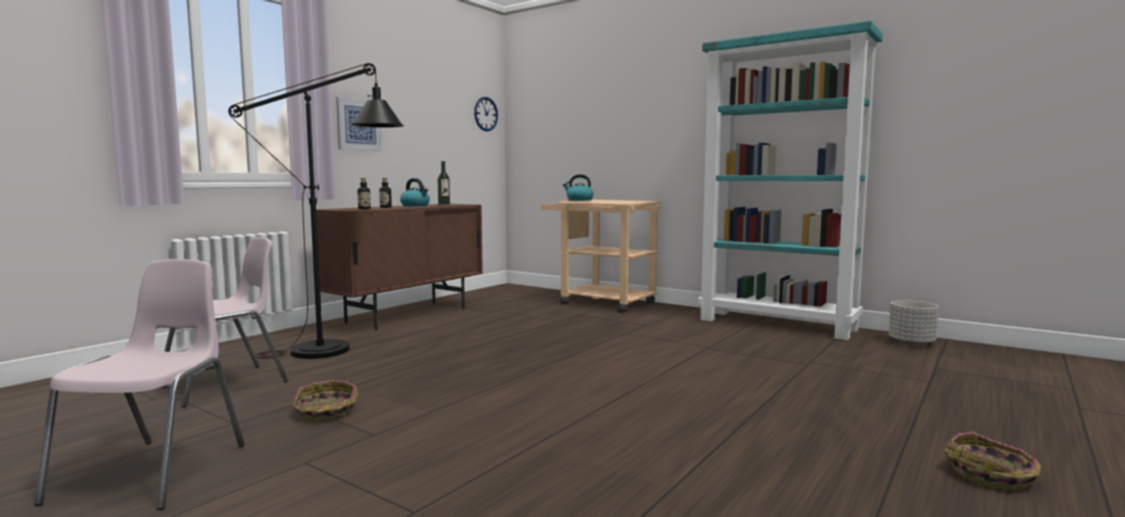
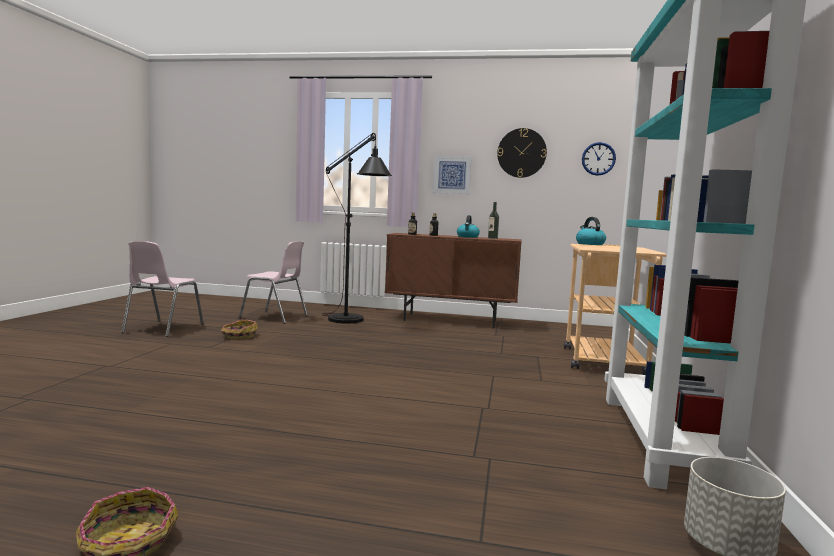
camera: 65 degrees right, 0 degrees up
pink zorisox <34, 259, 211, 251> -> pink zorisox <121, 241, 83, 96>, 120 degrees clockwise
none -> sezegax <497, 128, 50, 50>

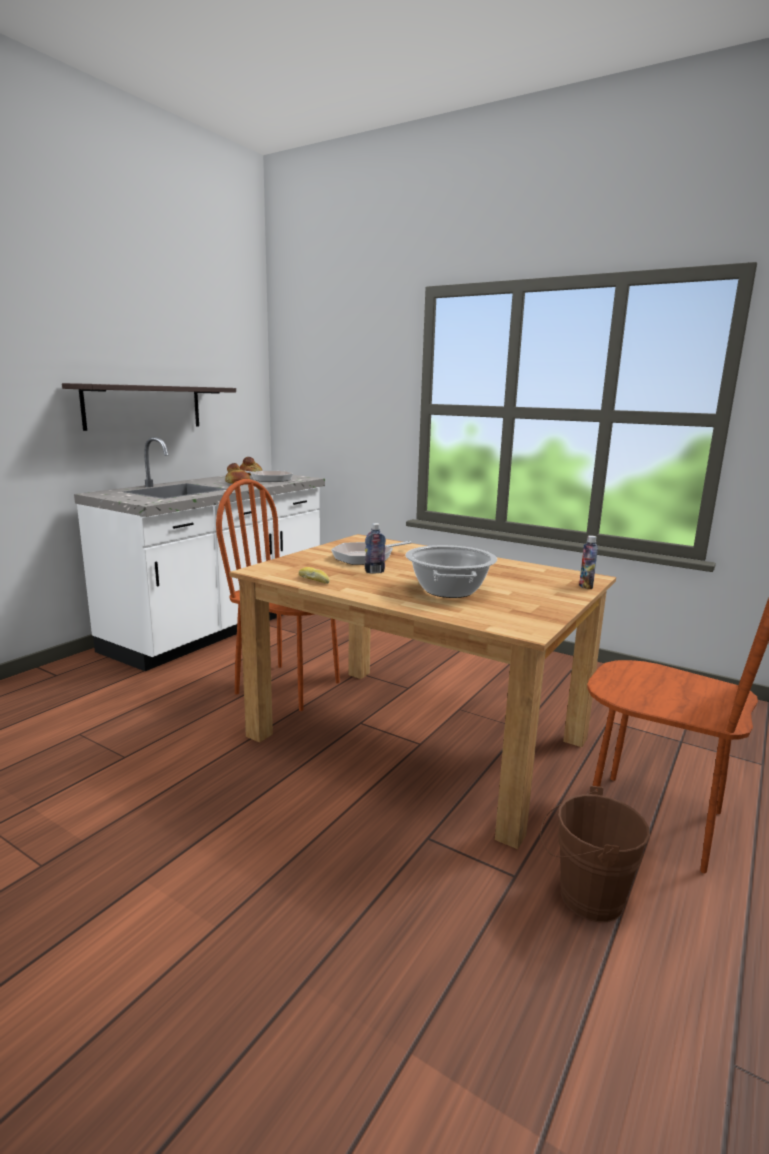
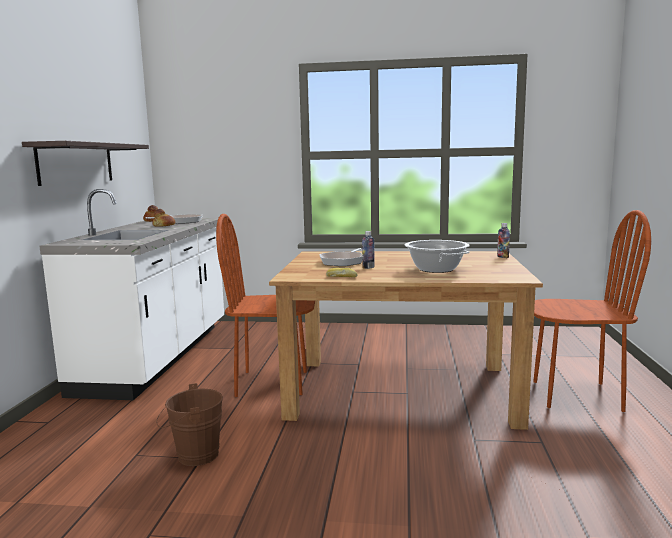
camera: 25 degrees left, 5 degrees down
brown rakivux <540, 786, 110, 136> -> brown rakivux <156, 383, 67, 83>, moved

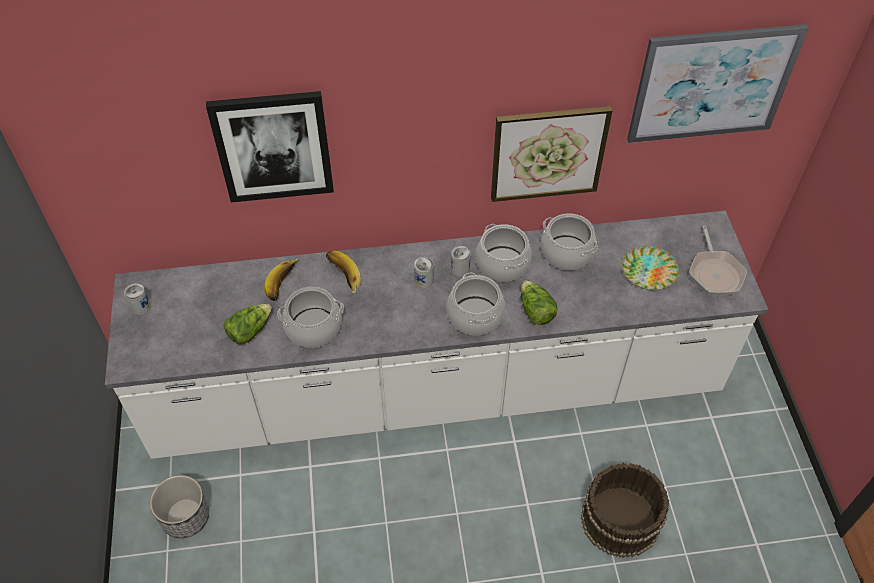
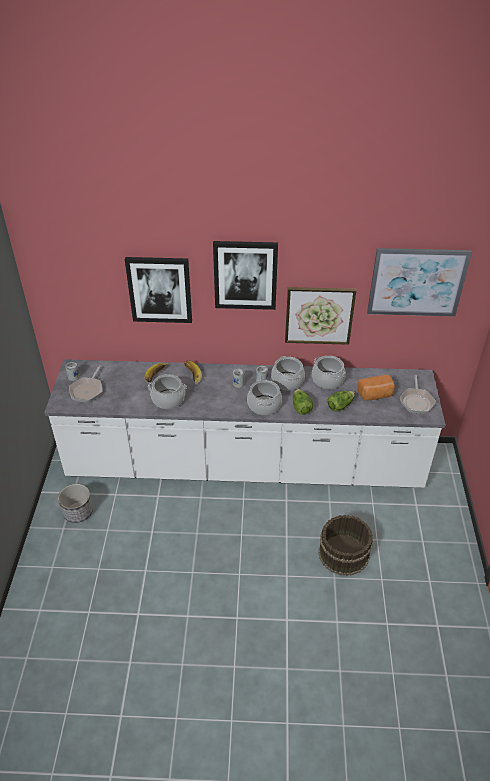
camera: 10 degrees right, 10 degrees down
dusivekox <622, 245, 57, 45> -> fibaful <357, 374, 38, 27>
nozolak <224, 304, 48, 40> -> nozolak <327, 391, 28, 21>, moved
none -> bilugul <213, 241, 65, 69>
none -> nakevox <69, 365, 33, 38>

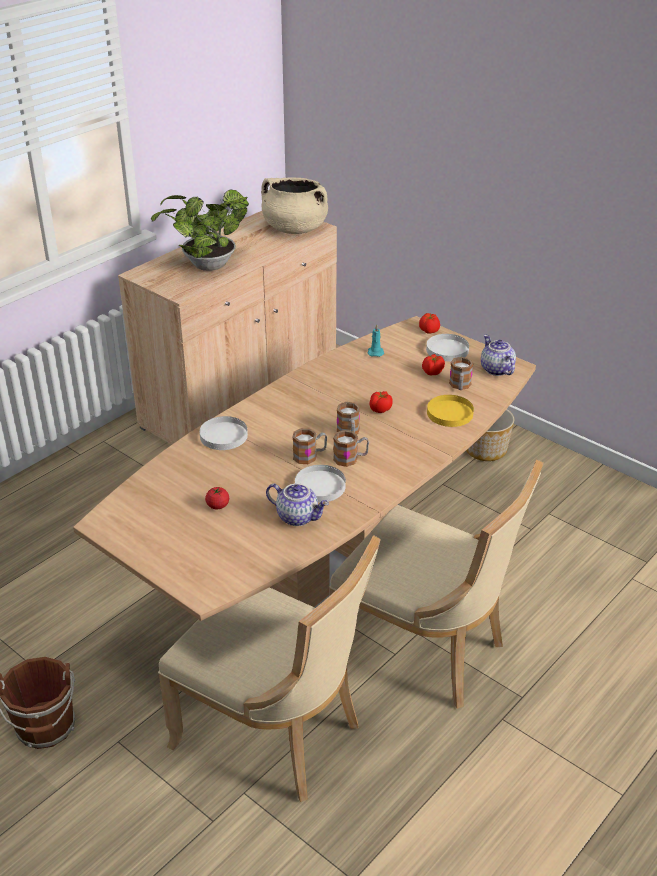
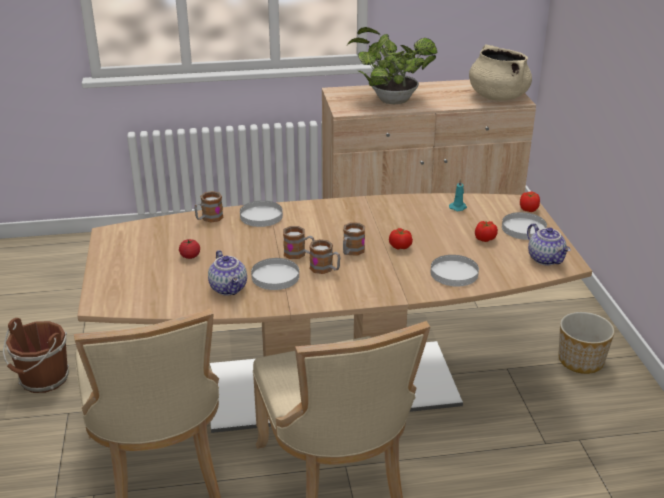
camera: 40 degrees right, 5 degrees down
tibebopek <481, 335, 35, 41> -> tibebopek <527, 223, 44, 43>, 135 degrees clockwise
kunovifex <449, 357, 24, 33> -> kunovifex <194, 191, 29, 32>, moved
yellow dusivekox <427, 395, 47, 32> -> white dusivekox <431, 255, 48, 32>

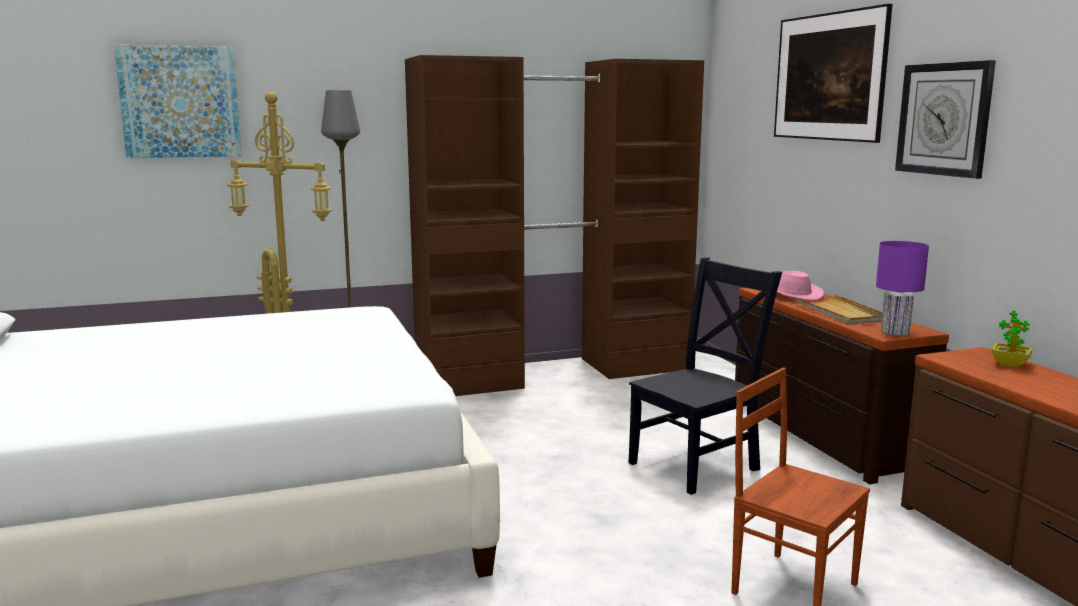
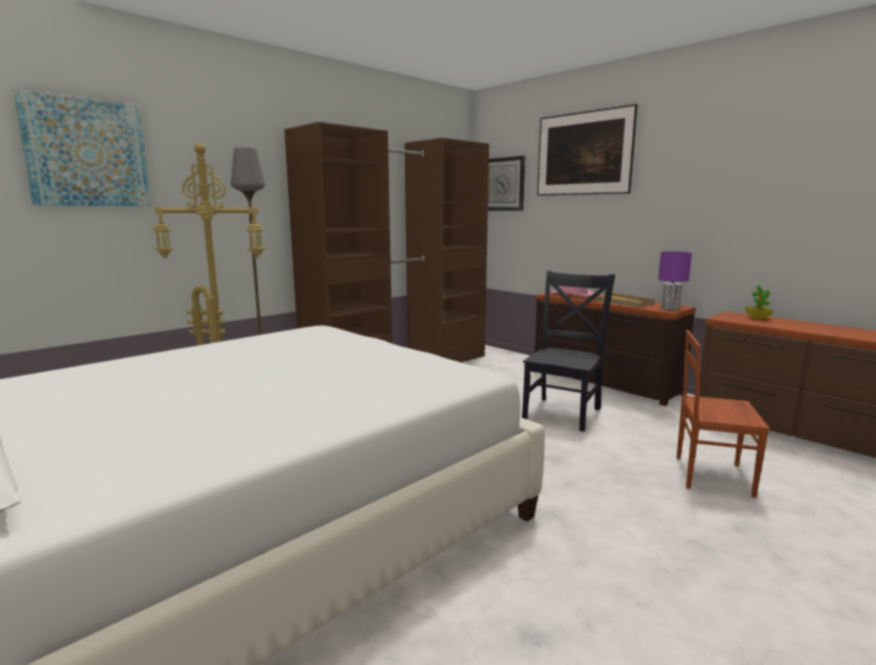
camera: 25 degrees left, 0 degrees up
sezegax <895, 60, 101, 119> -> sezegax <488, 156, 37, 55>, moved

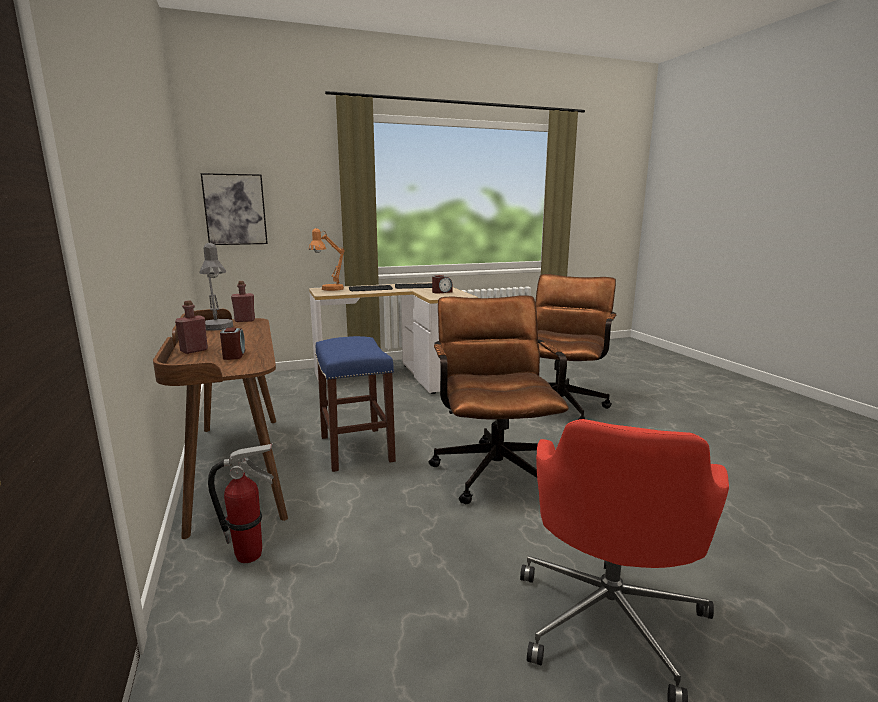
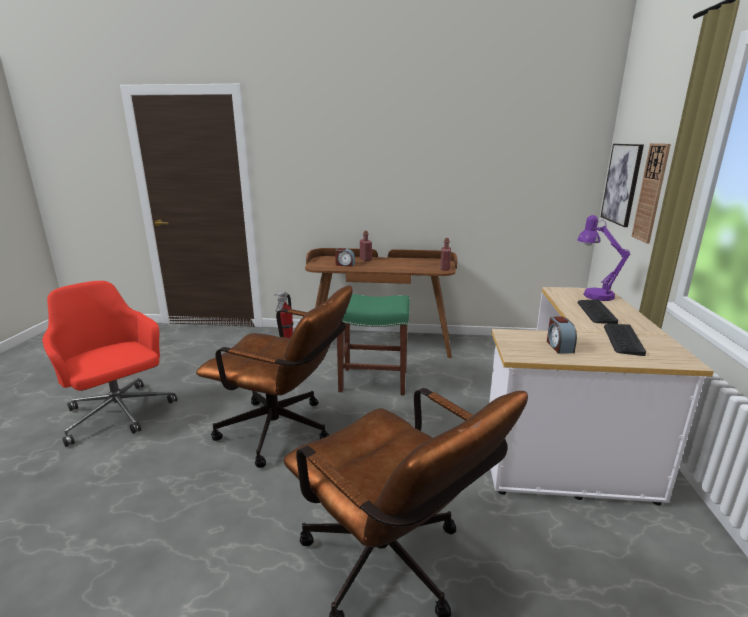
camera: 115 degrees right, 5 degrees up
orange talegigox <309, 228, 36, 63> -> purple talegigox <577, 215, 54, 86>
grey talegigox <199, 243, 34, 88> -> none
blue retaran <315, 336, 81, 136> -> green retaran <337, 294, 73, 101>
none -> sezegax <632, 143, 39, 100>

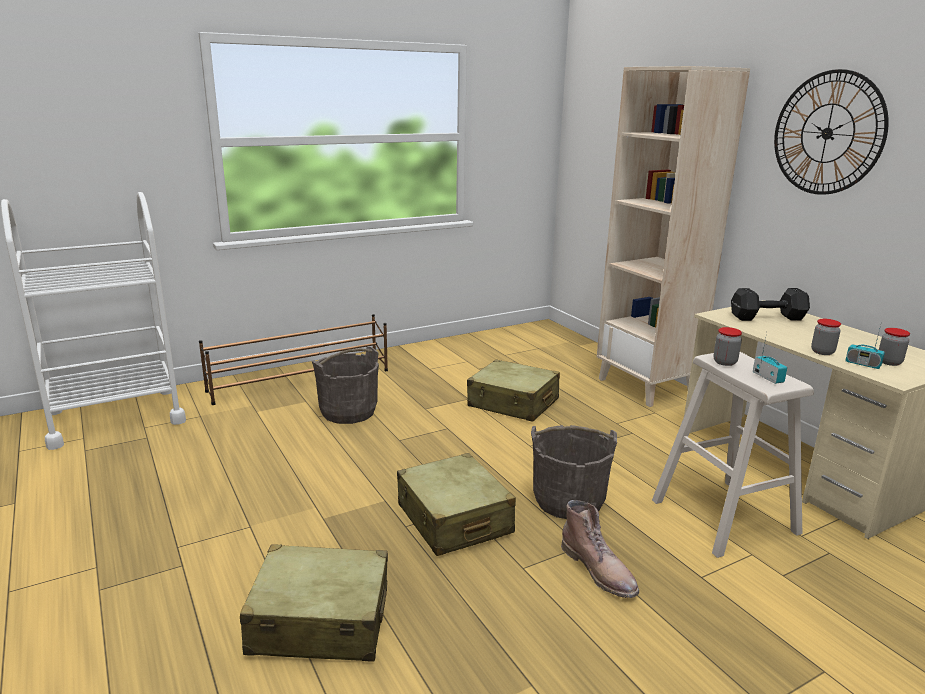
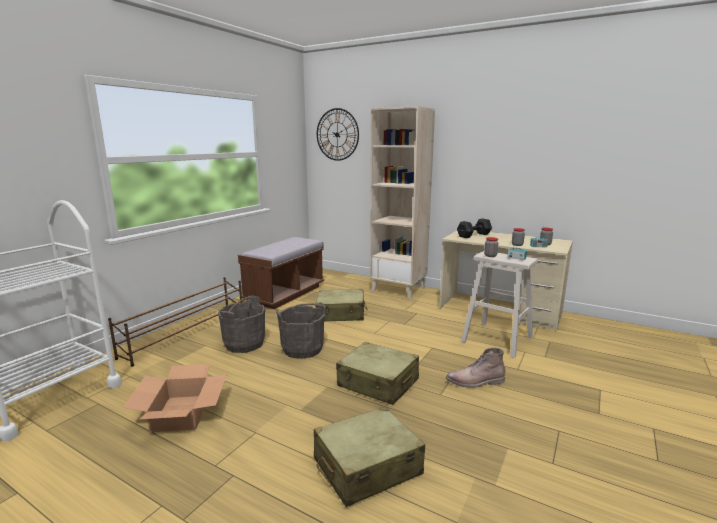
camera: 30 degrees left, 5 degrees down
sezegax <774, 69, 115, 126> -> sezegax <317, 108, 42, 53>, moved
grey rakivux <531, 425, 86, 94> -> grey rakivux <276, 302, 50, 57>, moved
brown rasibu <561, 500, 78, 98> -> brown rasibu <446, 348, 59, 40>, 150 degrees clockwise
none -> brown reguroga <238, 237, 86, 72>
none -> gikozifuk <123, 364, 104, 68>

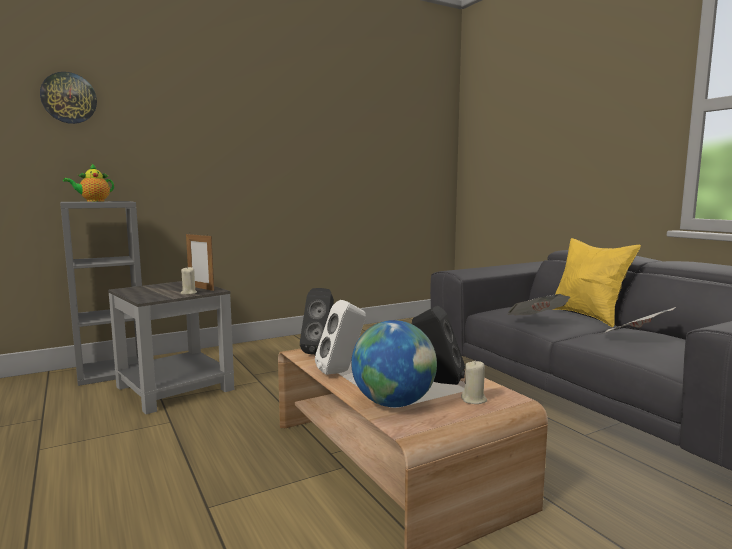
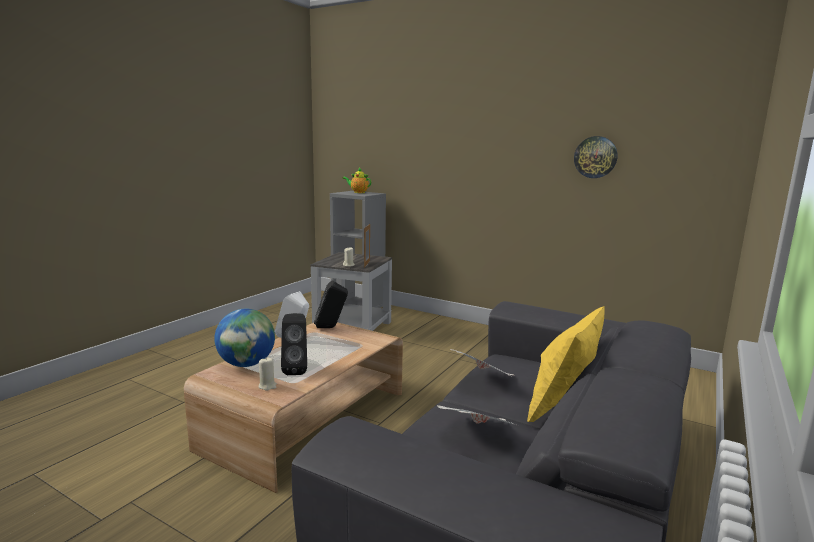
camera: 60 degrees right, 5 degrees up
sezegax <40, 72, 57, 52> -> sezegax <574, 136, 43, 42>, moved

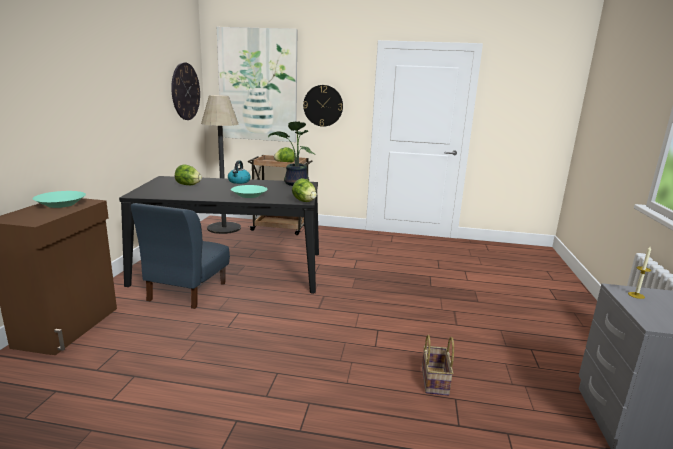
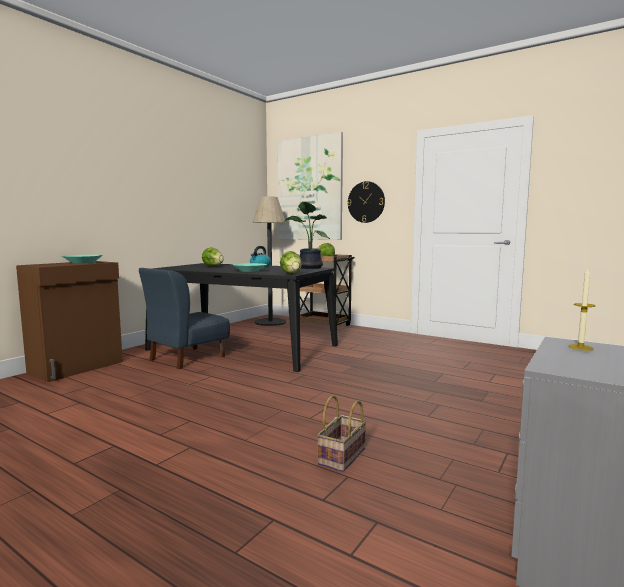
camera: 25 degrees right, 10 degrees down
sezegax <171, 62, 29, 58> -> none

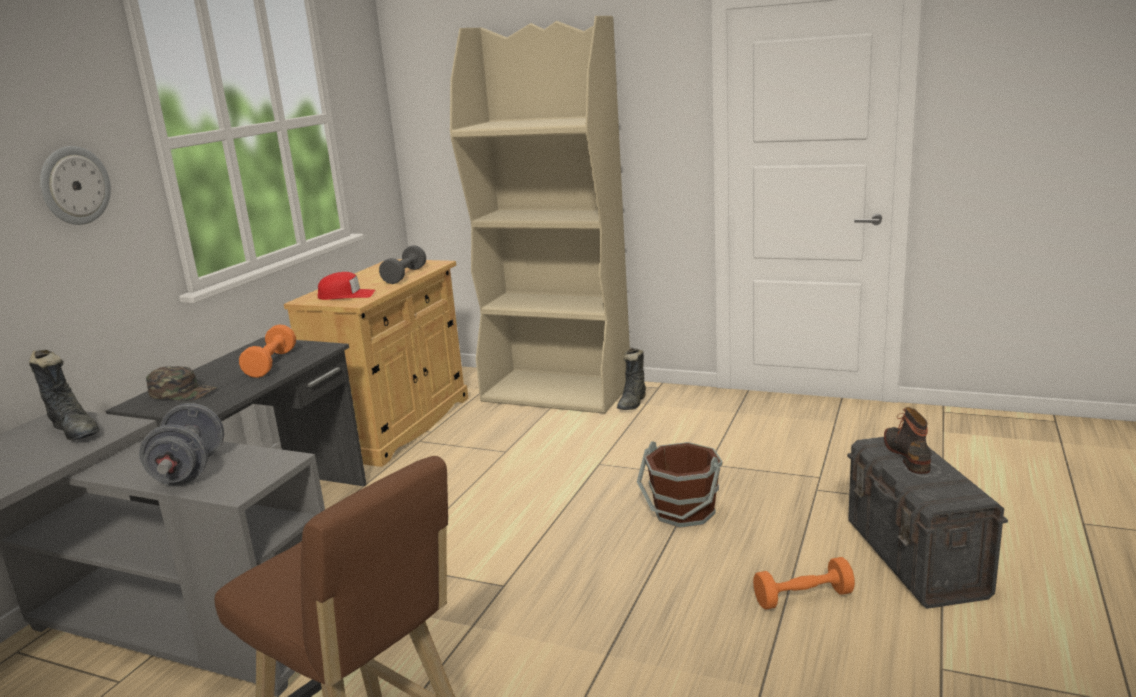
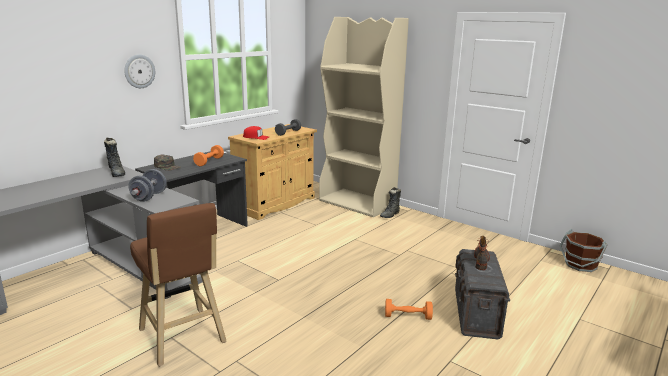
camera: 15 degrees right, 0 degrees up
brown rakivux <637, 441, 86, 87> -> brown rakivux <560, 229, 48, 43>, moved

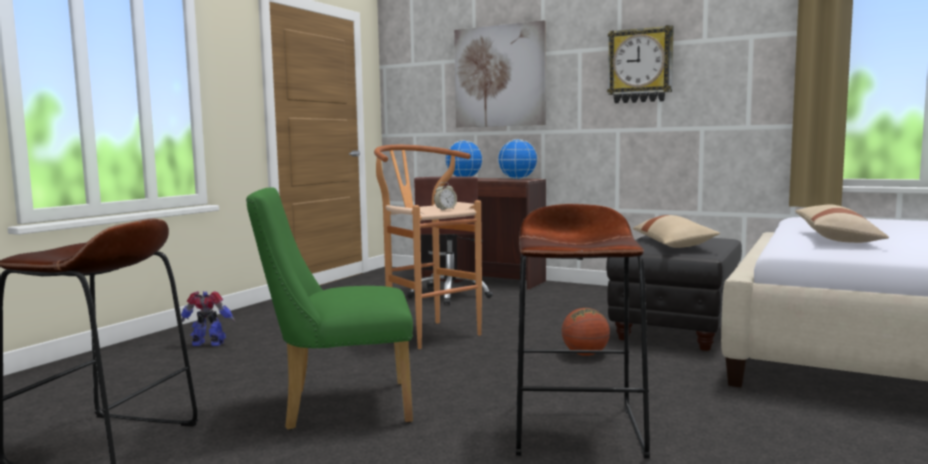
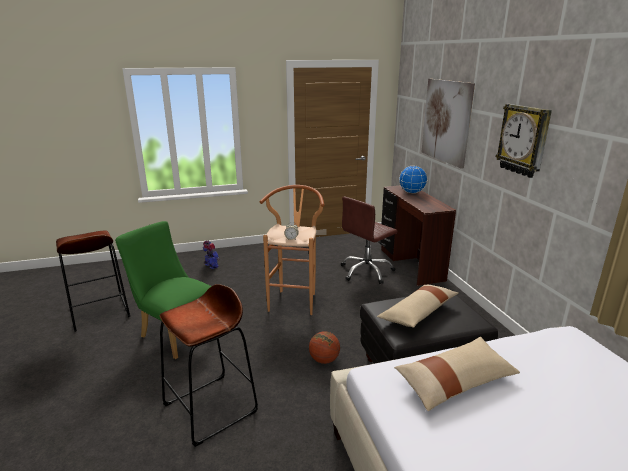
camera: 45 degrees right, 15 degrees up
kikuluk <498, 139, 40, 40> -> none

